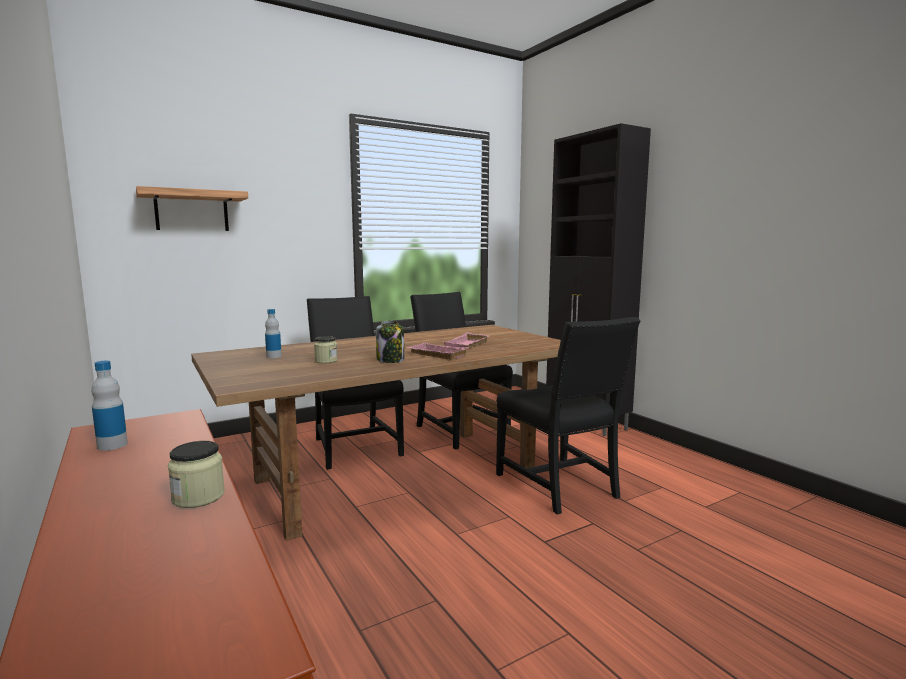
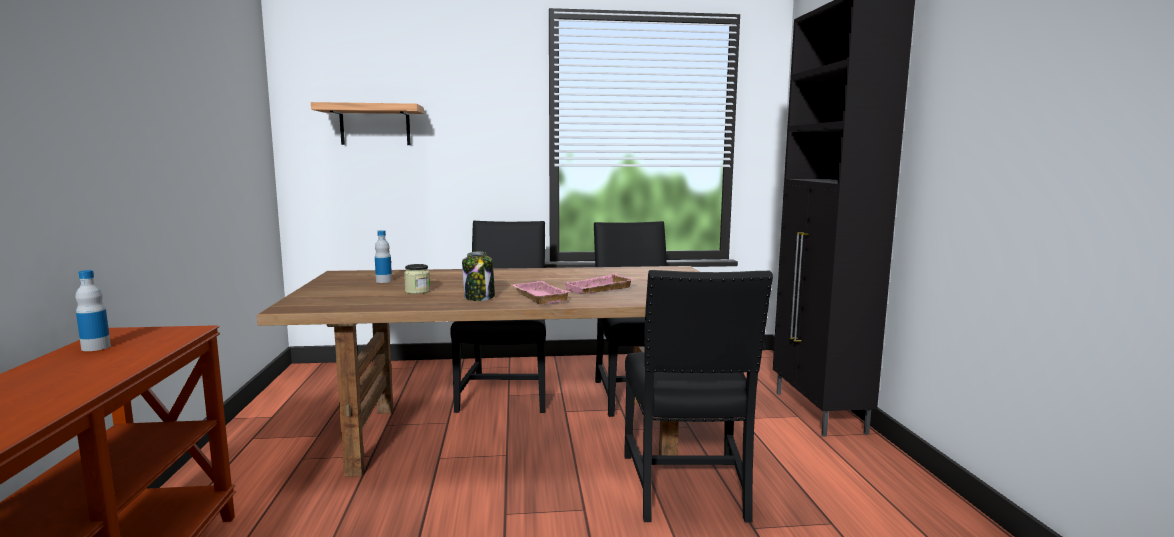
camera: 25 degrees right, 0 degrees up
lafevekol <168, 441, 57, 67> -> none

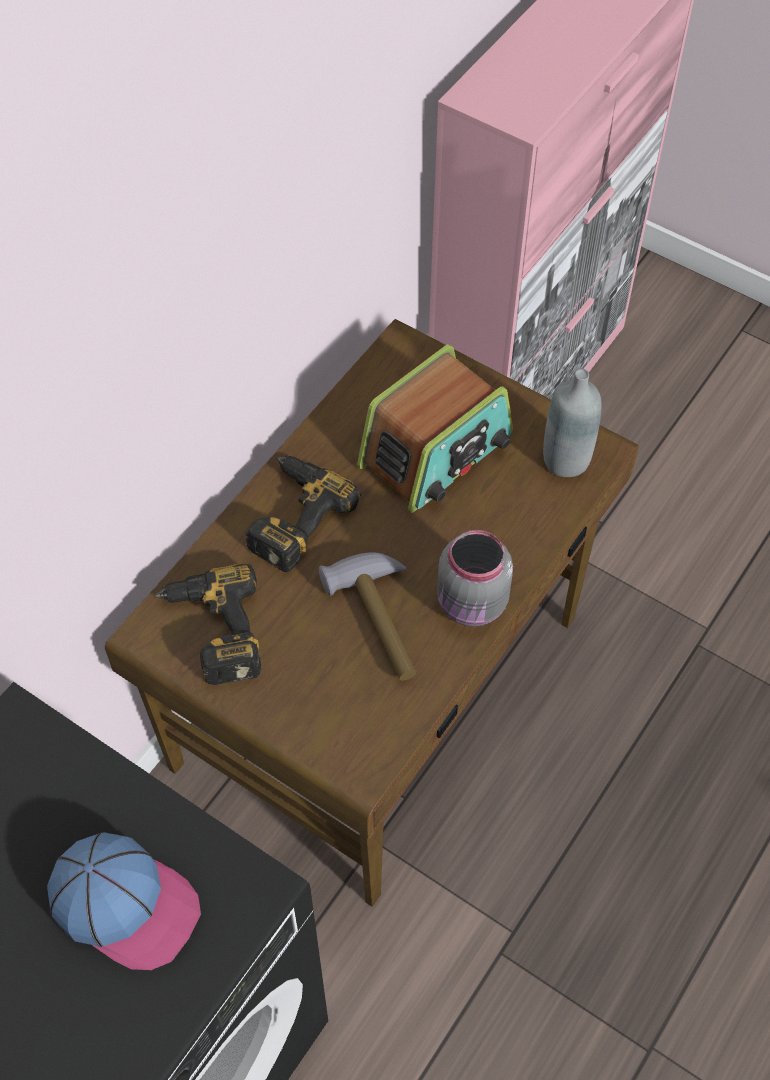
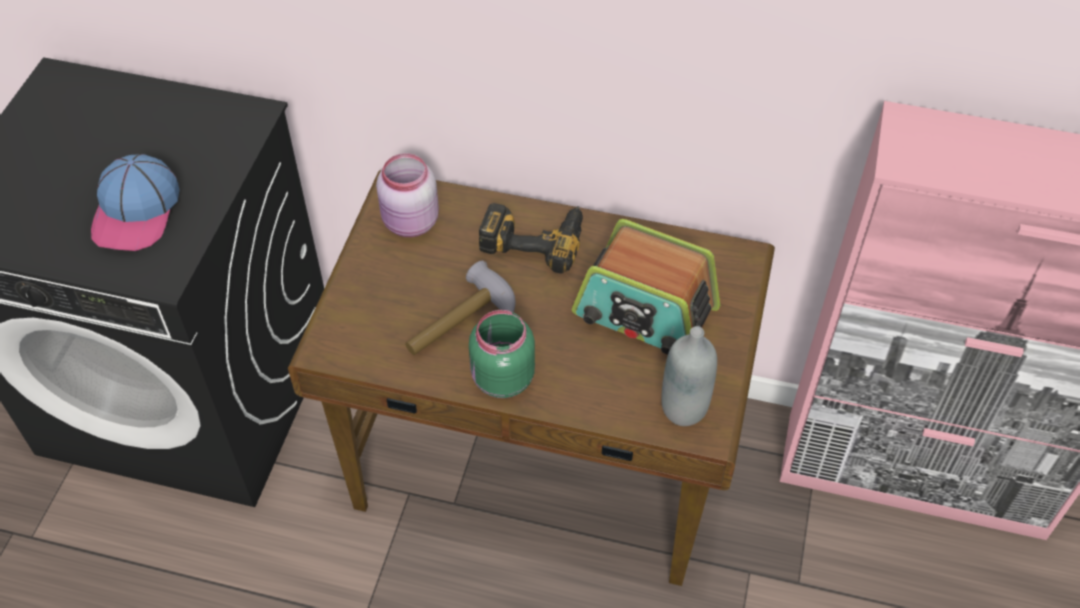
camera: 70 degrees right, 5 degrees down
grey lafevekol <437, 530, 76, 97> -> green lafevekol <469, 310, 66, 88>
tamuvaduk <154, 564, 107, 121> -> pink lafevekol <376, 153, 63, 84>

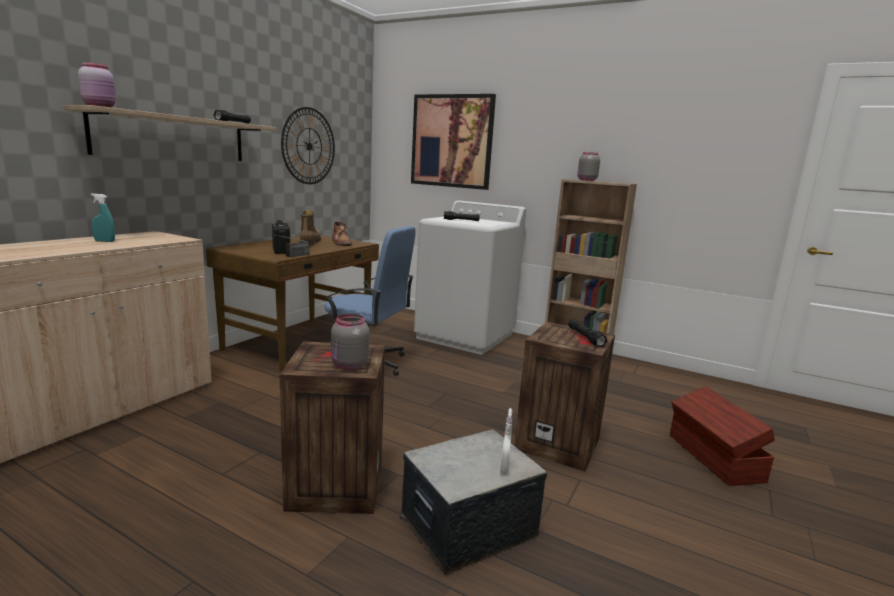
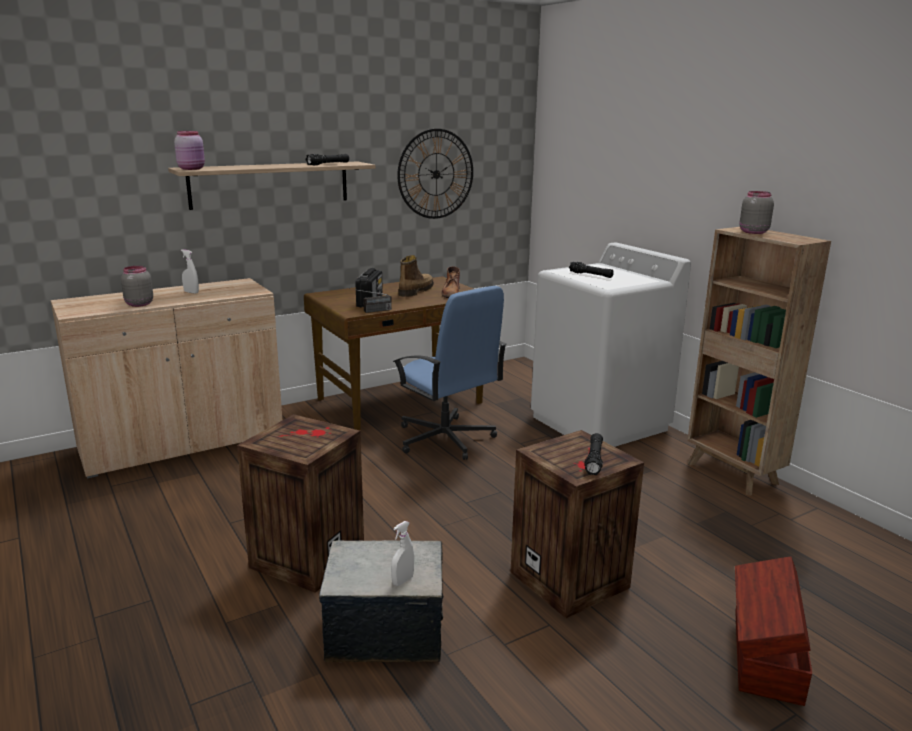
camera: 30 degrees right, 5 degrees up
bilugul <411, 94, 85, 96> -> none
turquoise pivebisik <91, 193, 24, 49> -> white pivebisik <181, 249, 18, 45>
grey lafevekol <331, 314, 39, 56> -> grey lafevekol <121, 266, 32, 41>, moved

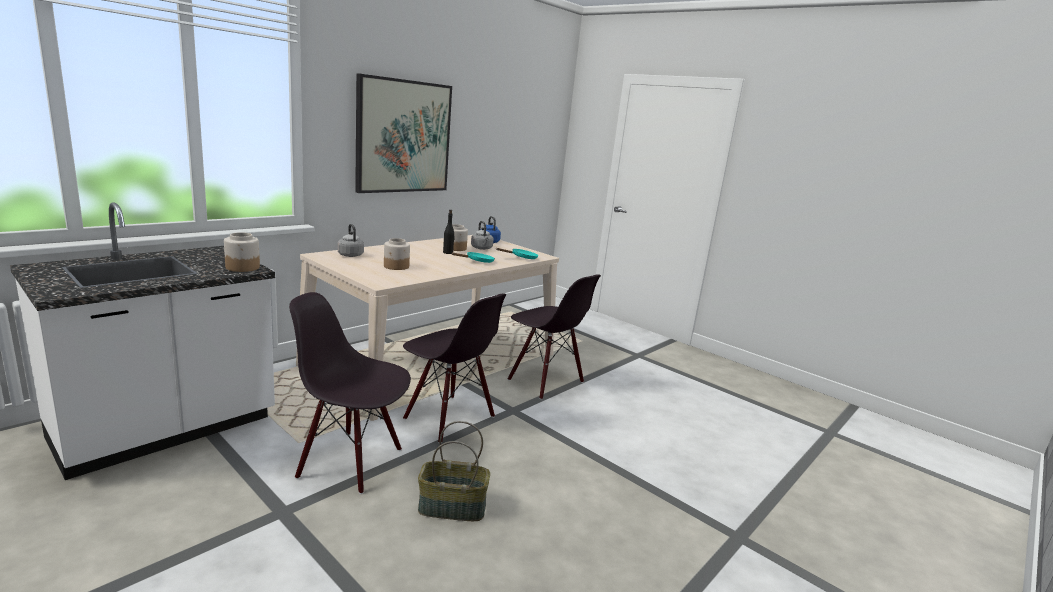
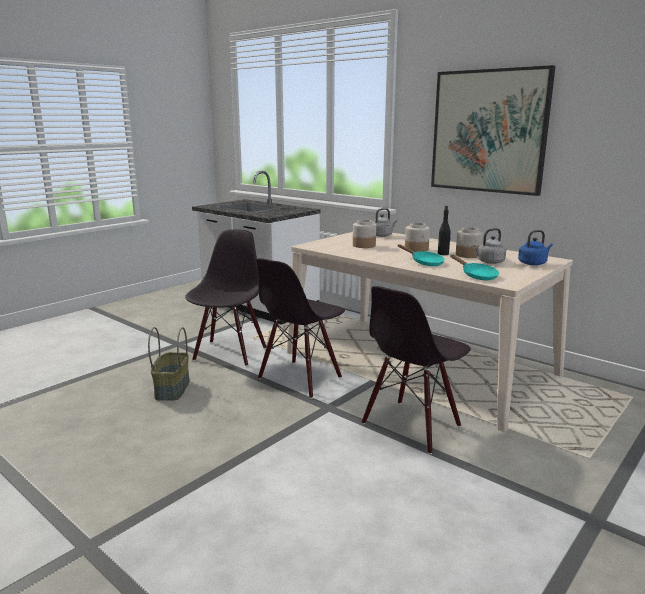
camera: 90 degrees right, 0 degrees up
lafevekol <224, 232, 36, 40> -> lafevekol <405, 223, 25, 29>, moved

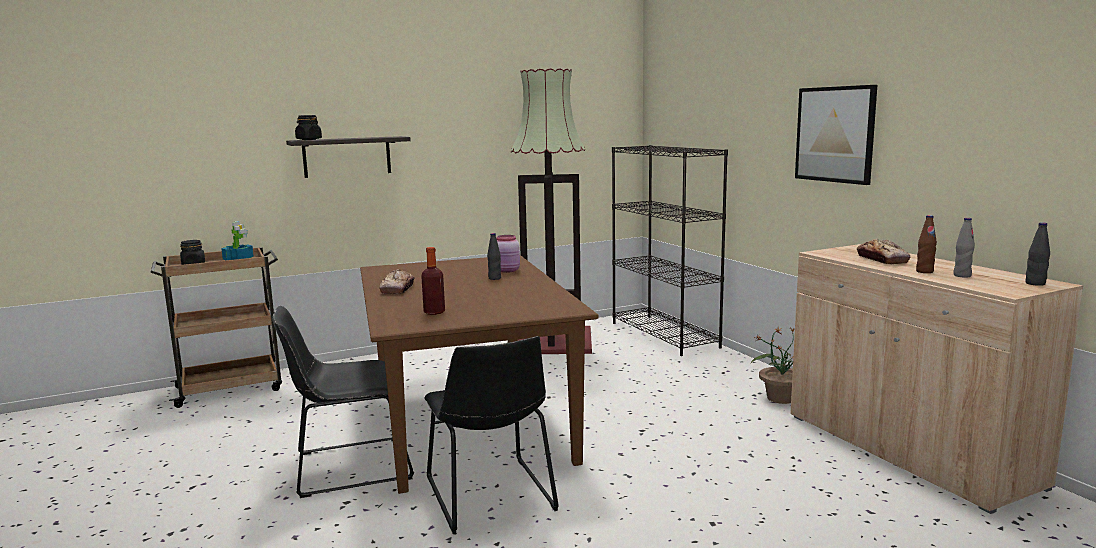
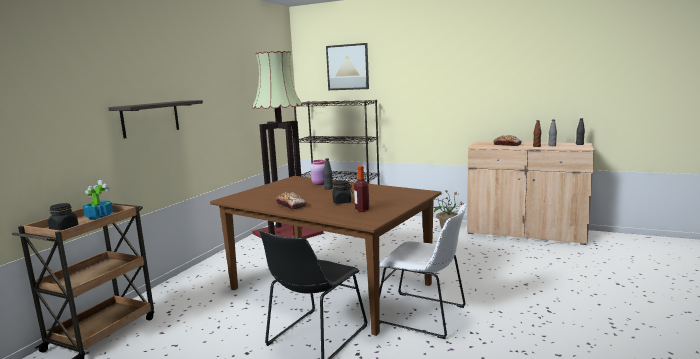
camera: 40 degrees left, 0 degrees up
bilugul <795, 85, 82, 100> -> bilugul <326, 43, 43, 47>, moved
black lafevekol <295, 115, 27, 25> -> black lafevekol <330, 180, 23, 23>, moved
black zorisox <424, 336, 135, 198> -> white zorisox <379, 204, 88, 135>

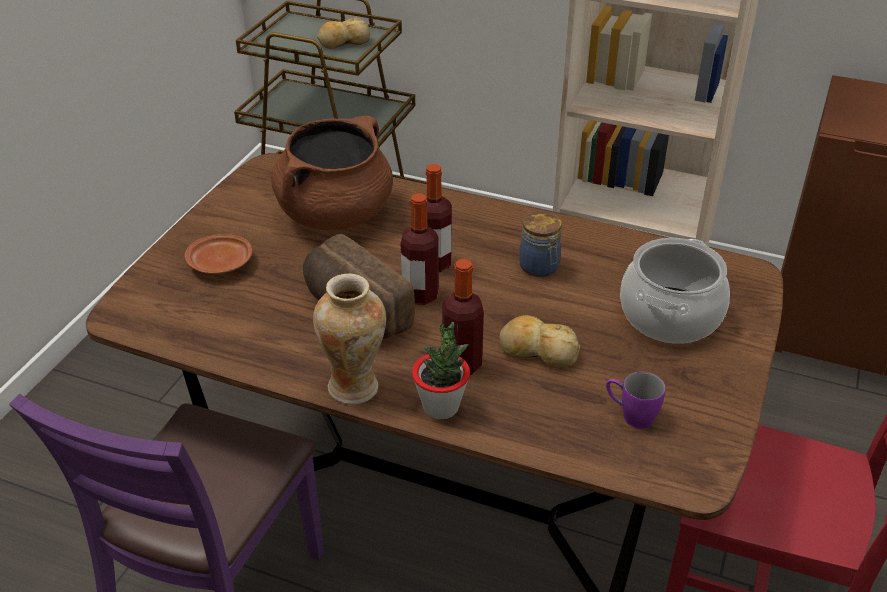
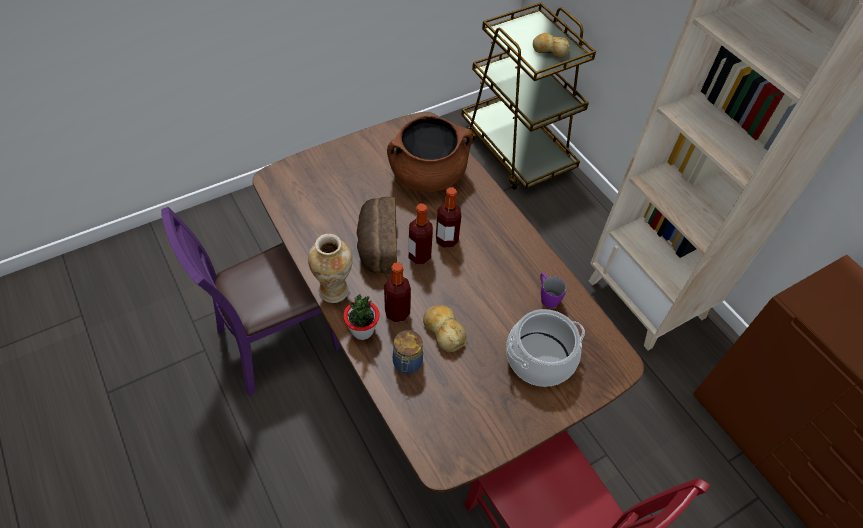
camera: 35 degrees right, 15 degrees up
lafevekol <519, 212, 43, 65> -> lafevekol <393, 330, 30, 44>, moved
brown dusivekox <185, 234, 67, 40> -> none
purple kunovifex <606, 372, 60, 57> -> purple kunovifex <540, 273, 27, 35>, moved

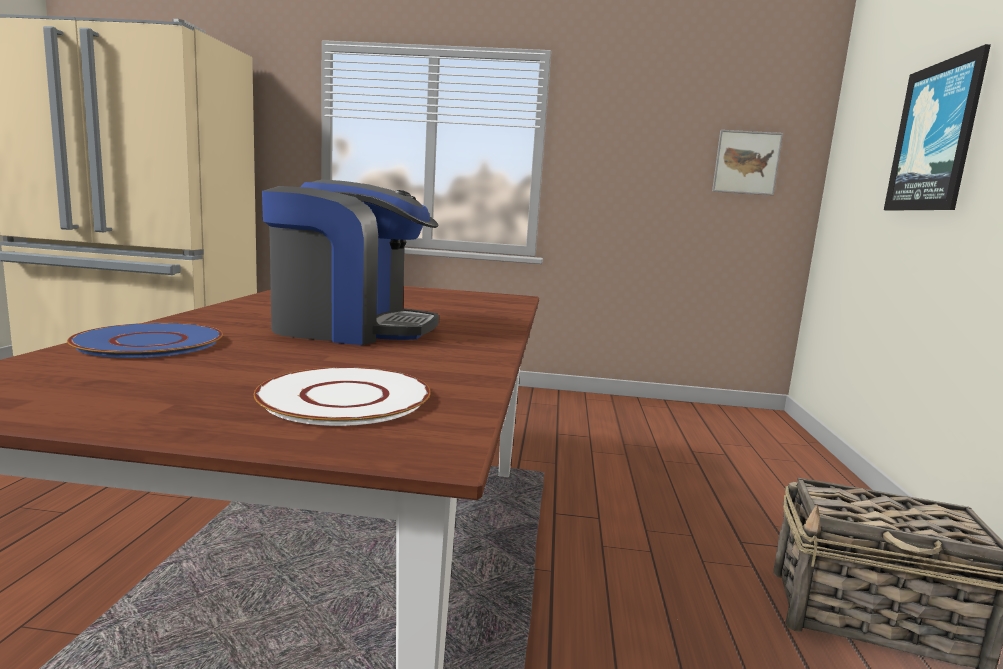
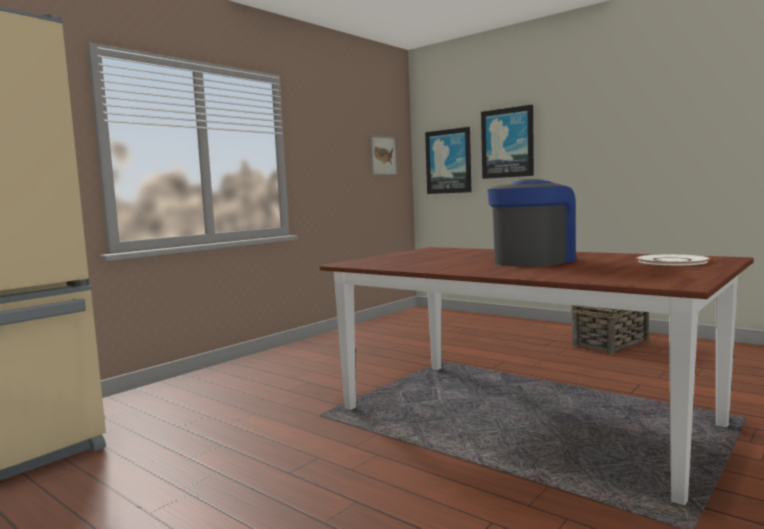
camera: 55 degrees left, 5 degrees down
blue dusivekox <67, 323, 156, 35> -> none
none -> bilugul <425, 127, 46, 67>

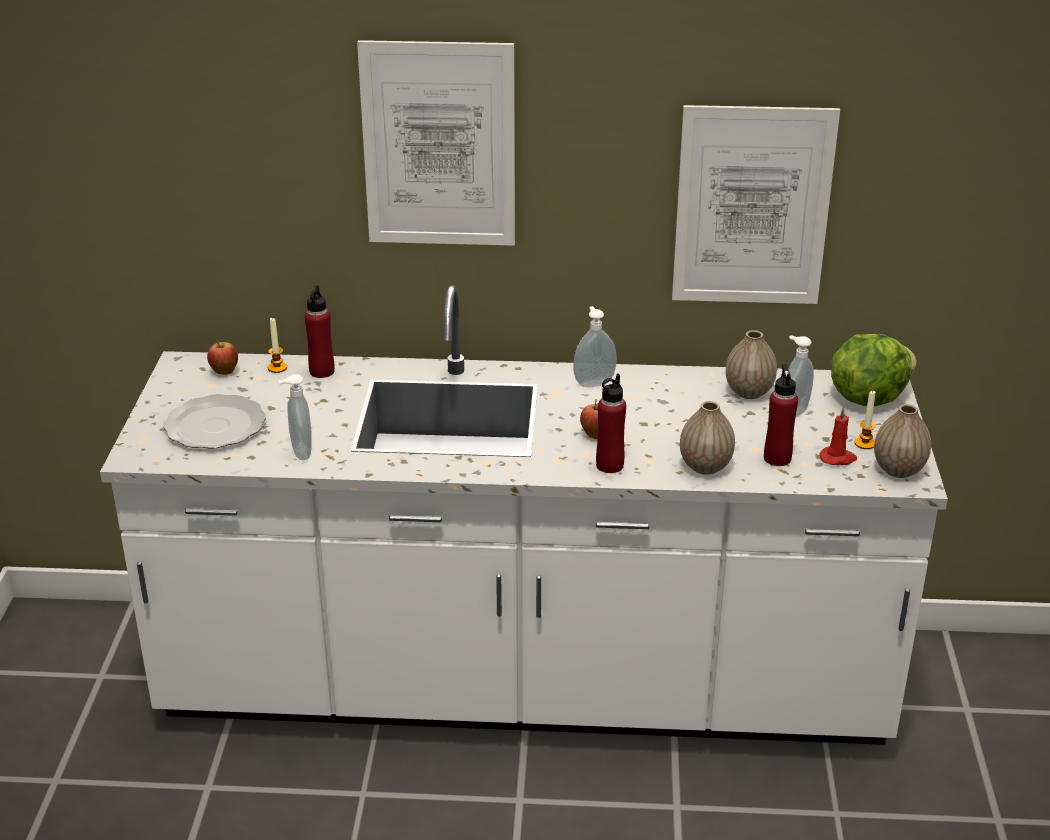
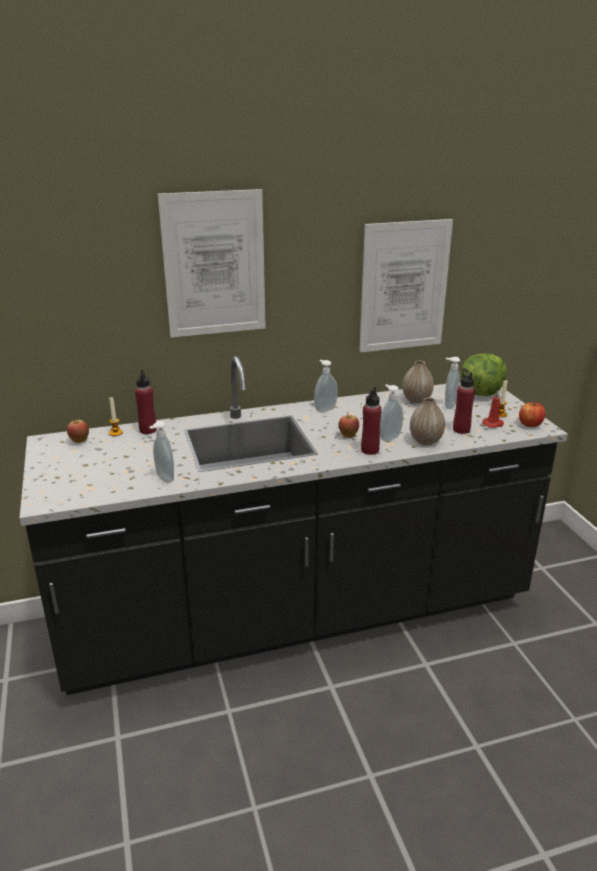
camera: 20 degrees left, 5 degrees down
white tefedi <100, 285, 848, 460> -> black tefedi <20, 356, 548, 339>
dusivekox <163, 394, 103, 55> -> none
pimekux <874, 404, 57, 74> -> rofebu <519, 403, 26, 24>
none -> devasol <380, 384, 23, 57>

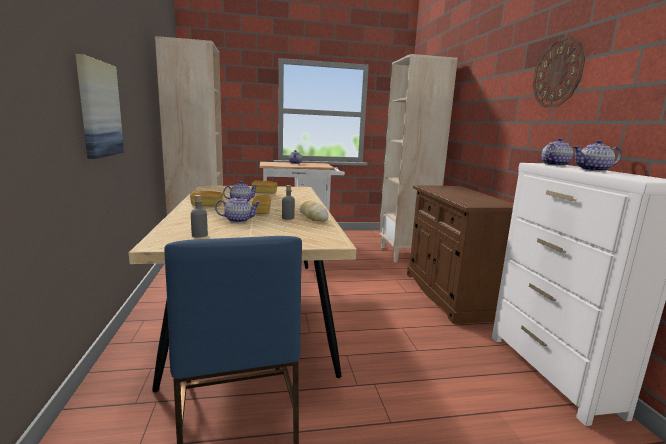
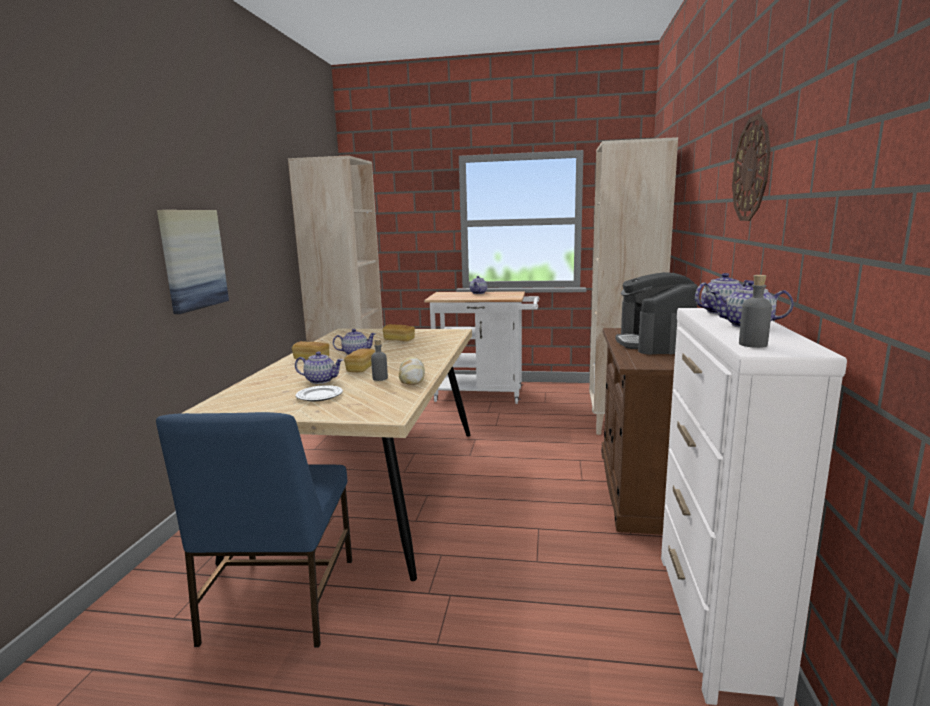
camera: 20 degrees right, 0 degrees up
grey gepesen <191, 195, 17, 42> -> grey gepesen <739, 275, 33, 73>, moved
none -> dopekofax <615, 272, 83, 82>
none -> dusivekox <296, 385, 47, 16>

